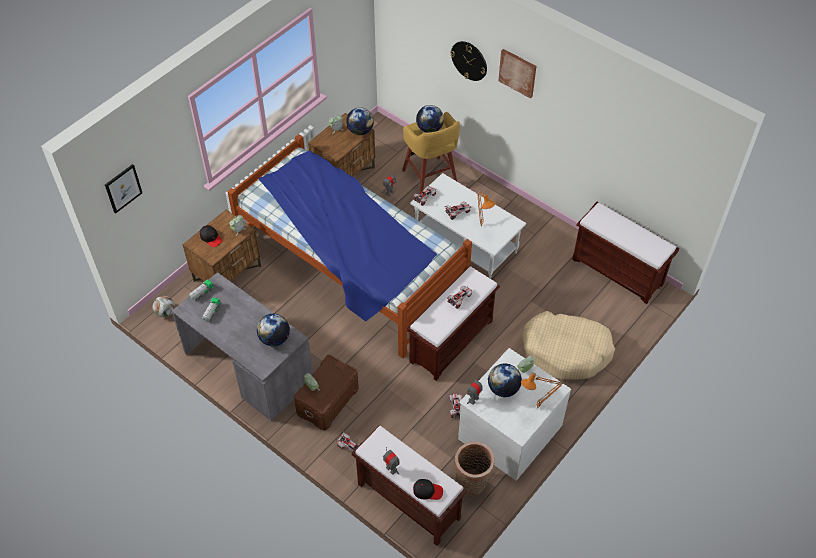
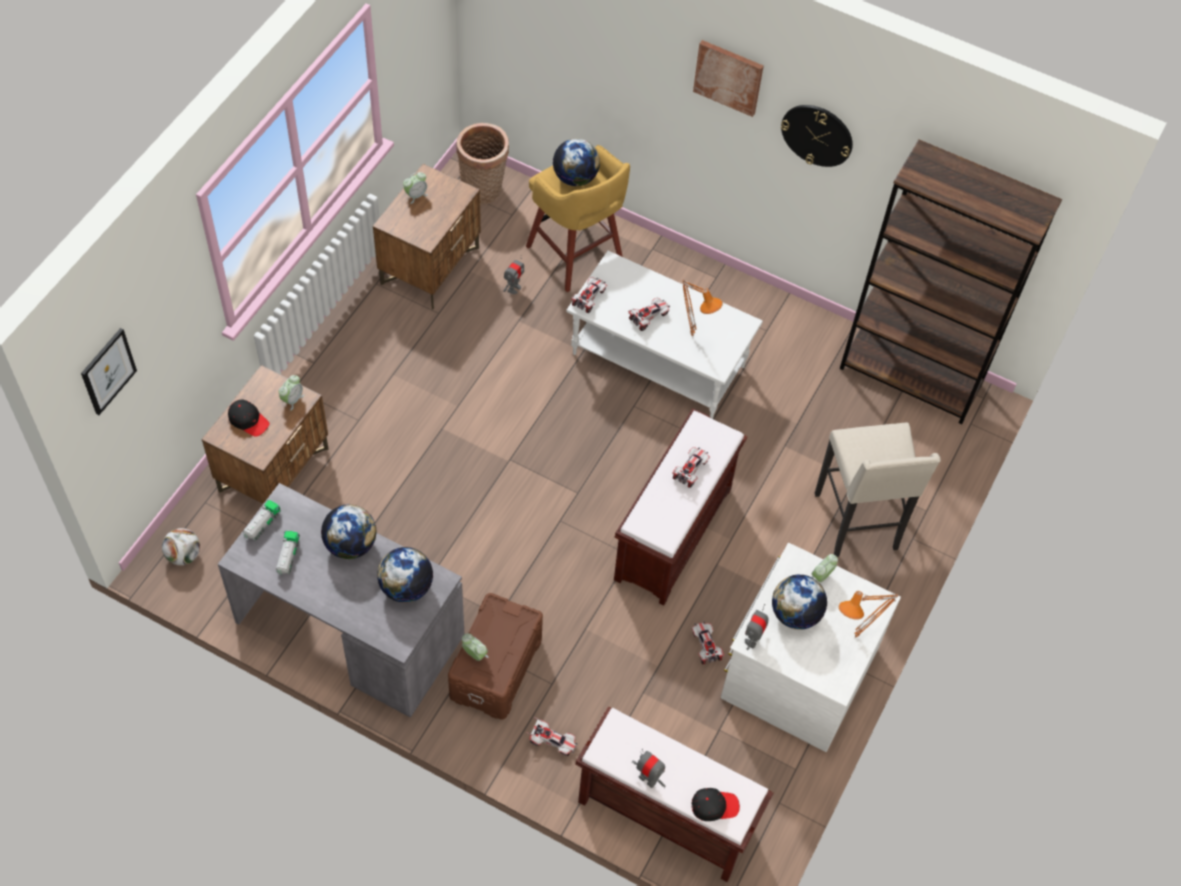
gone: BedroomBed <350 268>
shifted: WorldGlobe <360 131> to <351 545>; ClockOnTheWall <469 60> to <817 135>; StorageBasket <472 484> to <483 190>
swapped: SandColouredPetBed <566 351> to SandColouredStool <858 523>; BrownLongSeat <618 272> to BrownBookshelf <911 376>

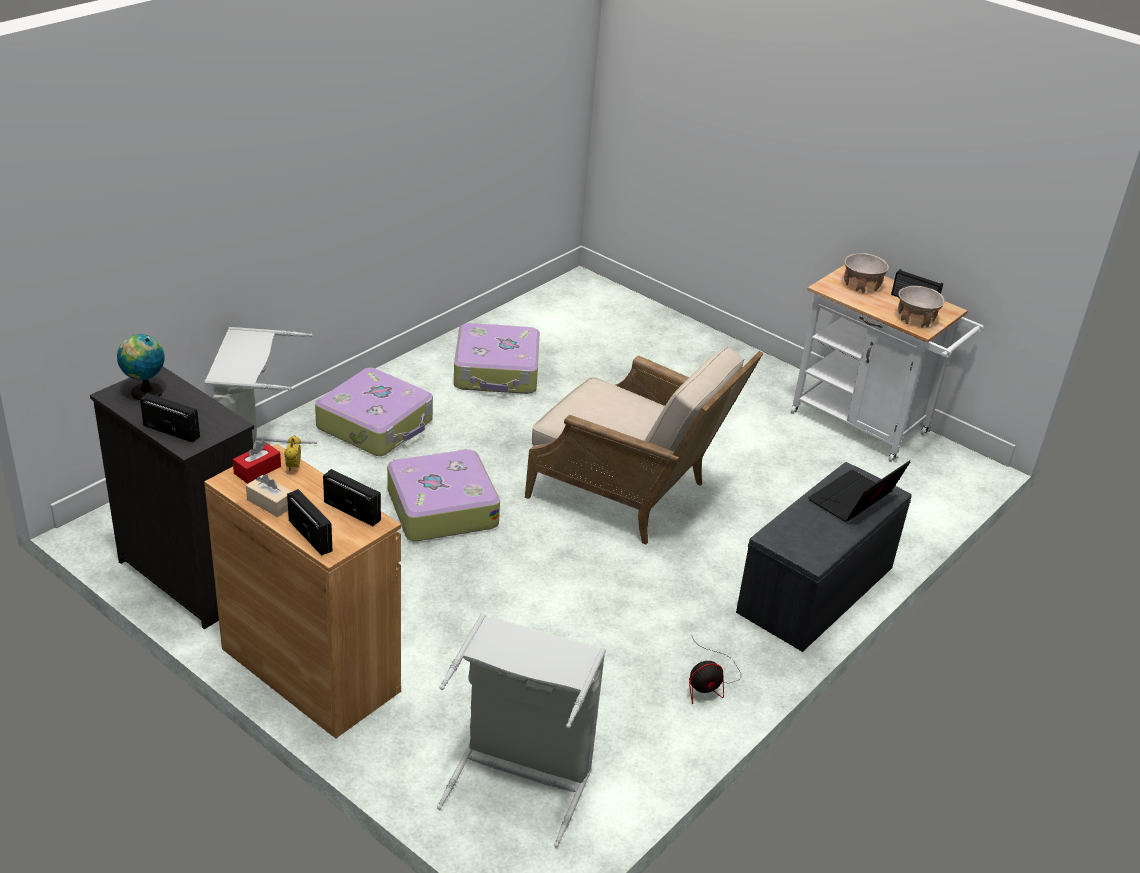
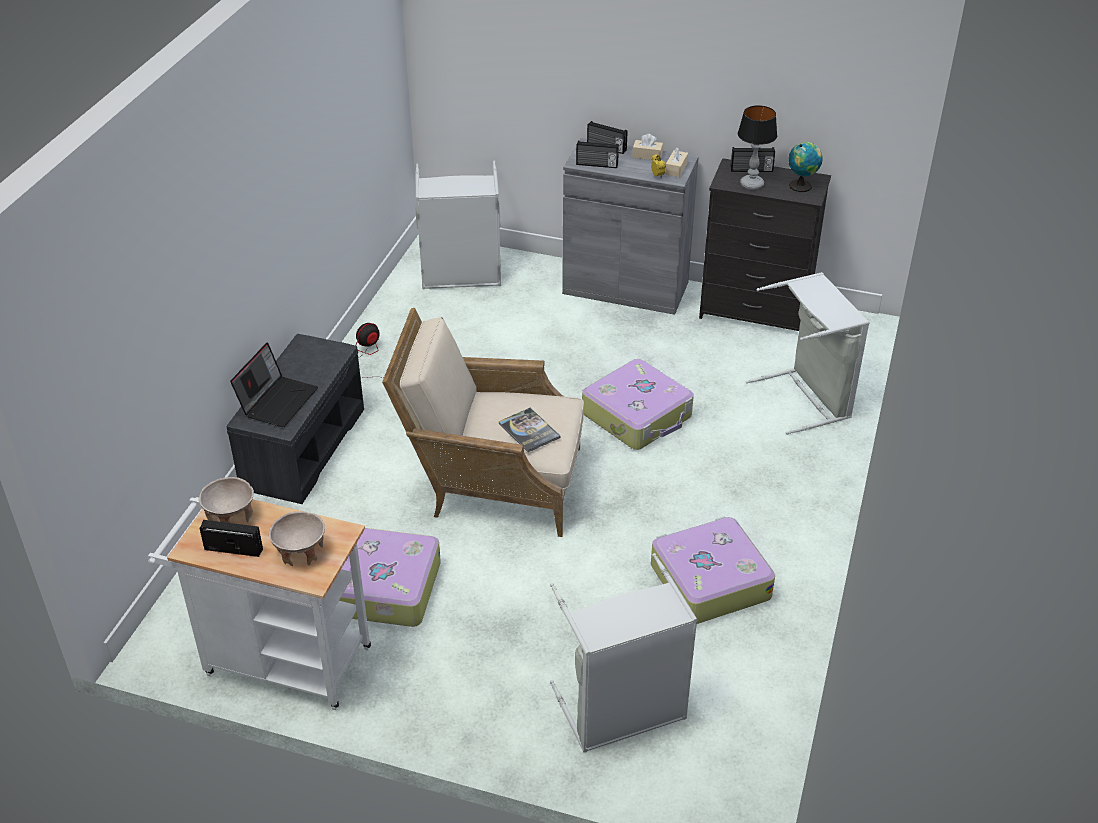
new: Book <529 430>; GrayWashingBasket <623 712>; TabletopLamp <752 185>
shifted: TravelCase <376 425> to <384 588>
repainted: BrownStorageCabinet <310 670> to GrayStorageCabinet <625 288>; RedTissueBox <257 470> to SandColouredTissueBox <676 169>

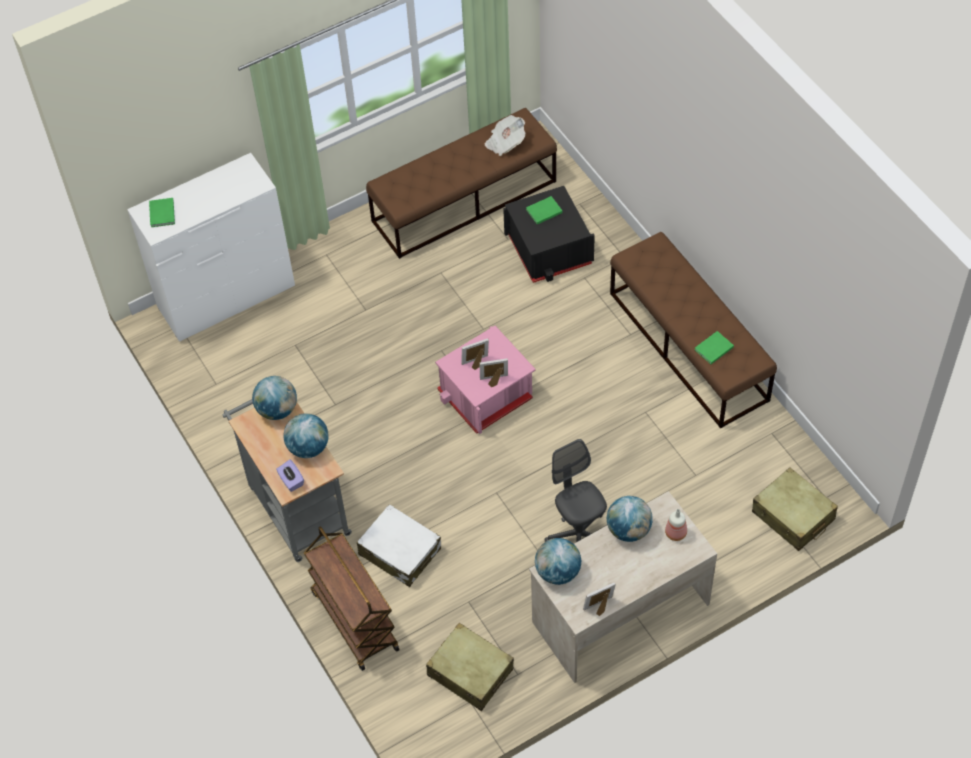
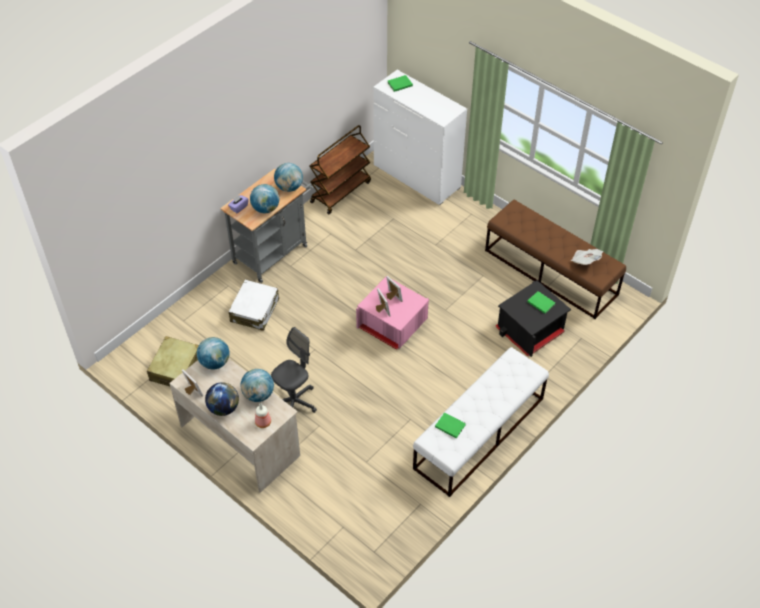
gone: SandColouredTravelCase <793 516>
new: WorldGlobe <223 408>
shifted: BrownCart <354 620> to <340 191>
repainted: BrownLongSeat <688 346> to WhitishLongSeat <479 433>

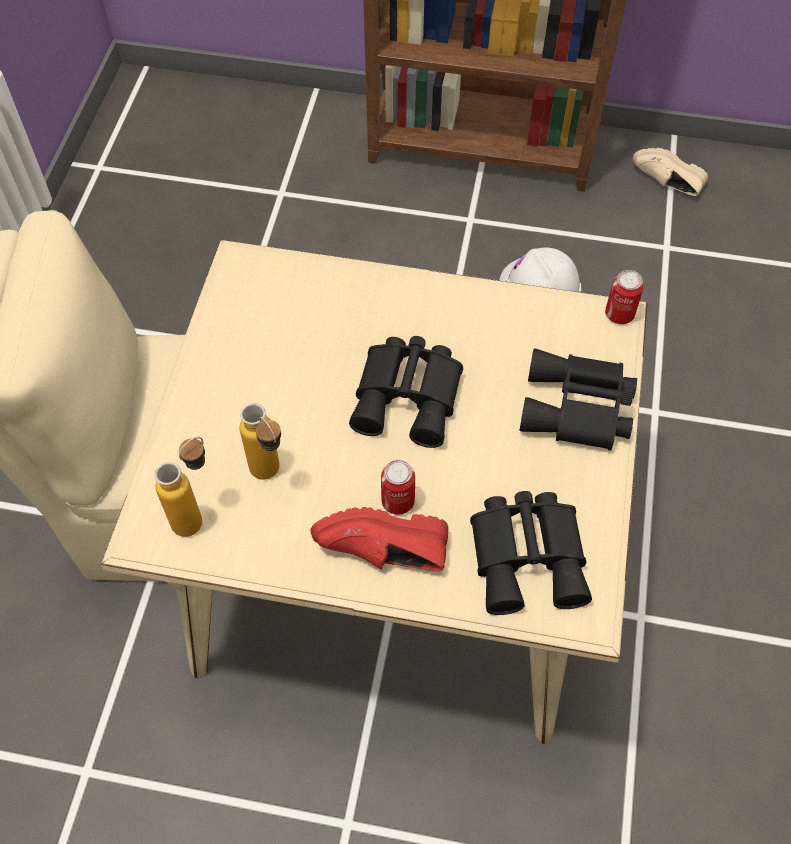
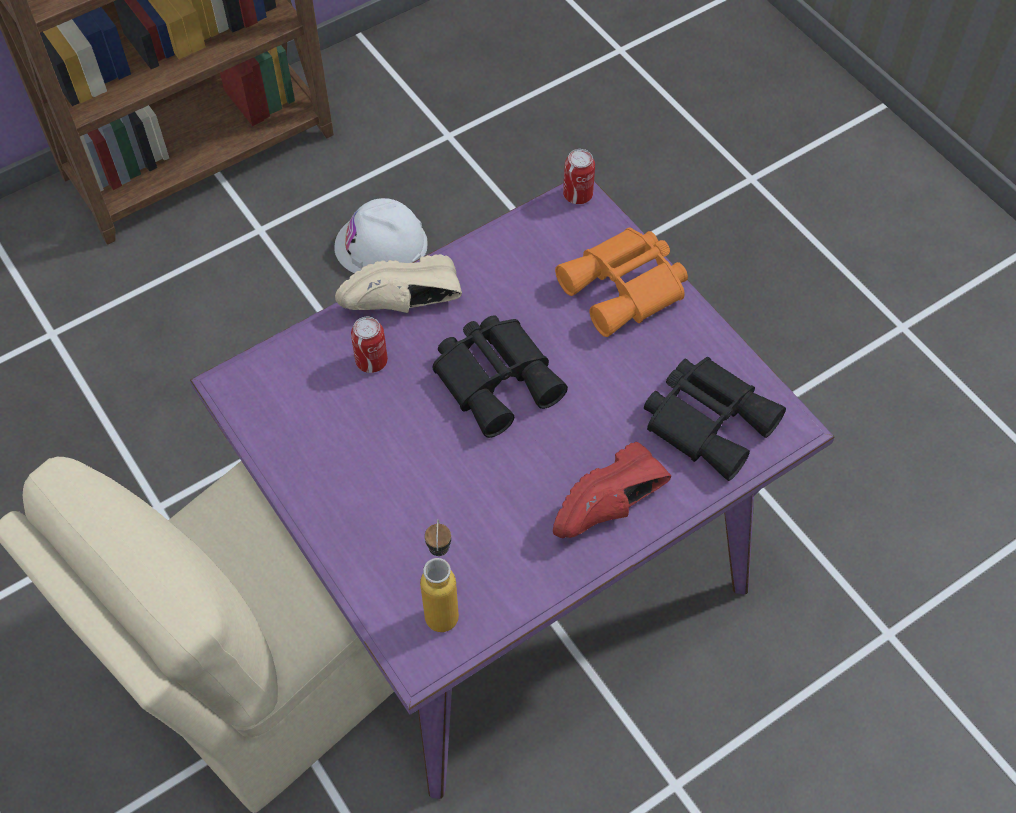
gone: Bottle <271 477>
shifted: SealedCan <398 501> to <371 361>; SandColouredLowShoe <666 184> to <404 305>
repainted: SandColouredDiningTable <397 570> to PurplishDiningTable <509 566>; BlackPairOfBinoculars <578 409> to OrangePairOfBinoculars <626 289>

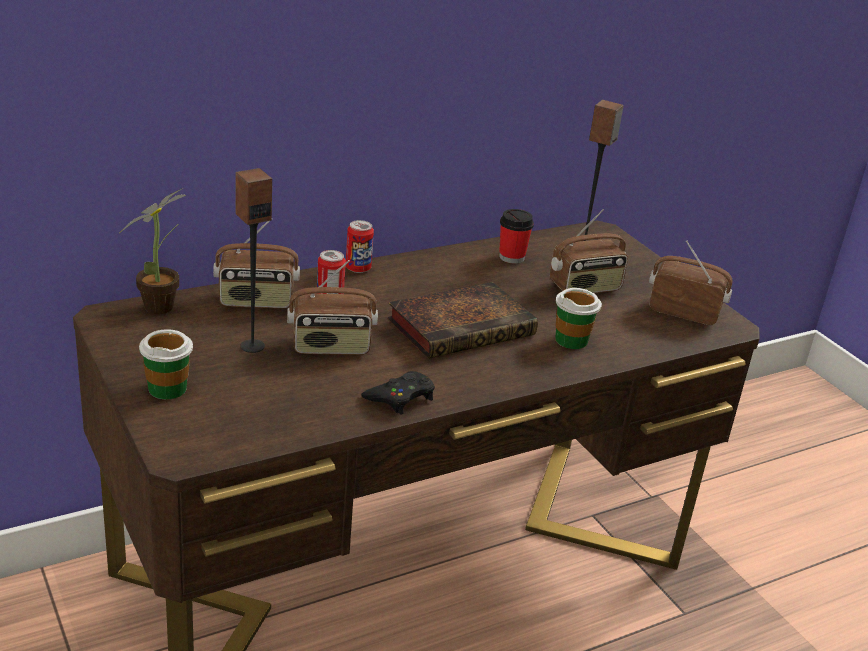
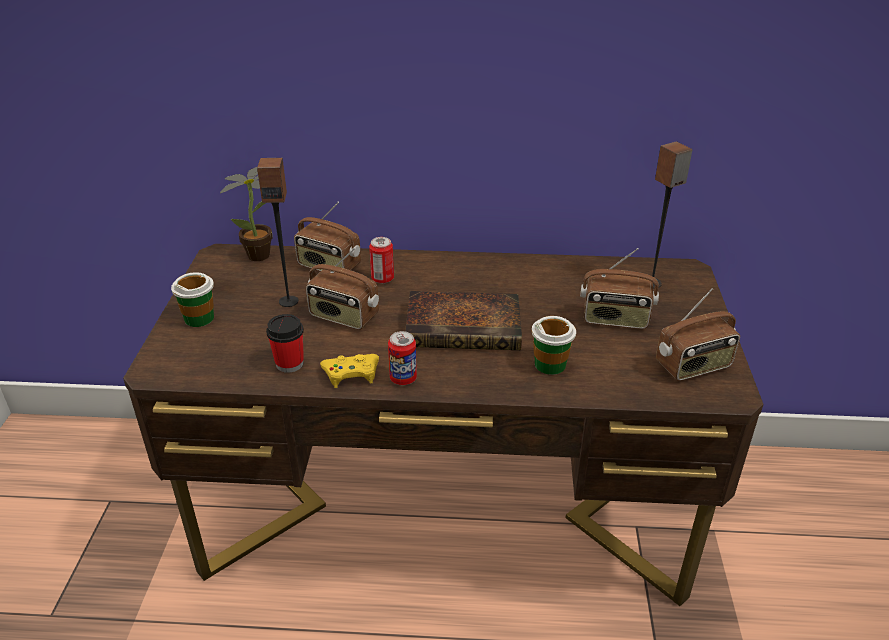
shifted: SealedCan <358 268> to <403 379>; DrinkingCup <511 257> to <289 363>
repainted: BlackGamepad <400 397> to YellowGamepad <351 373>
rotated: Radio <684 312> = <693 367> 105 degrees clockwise

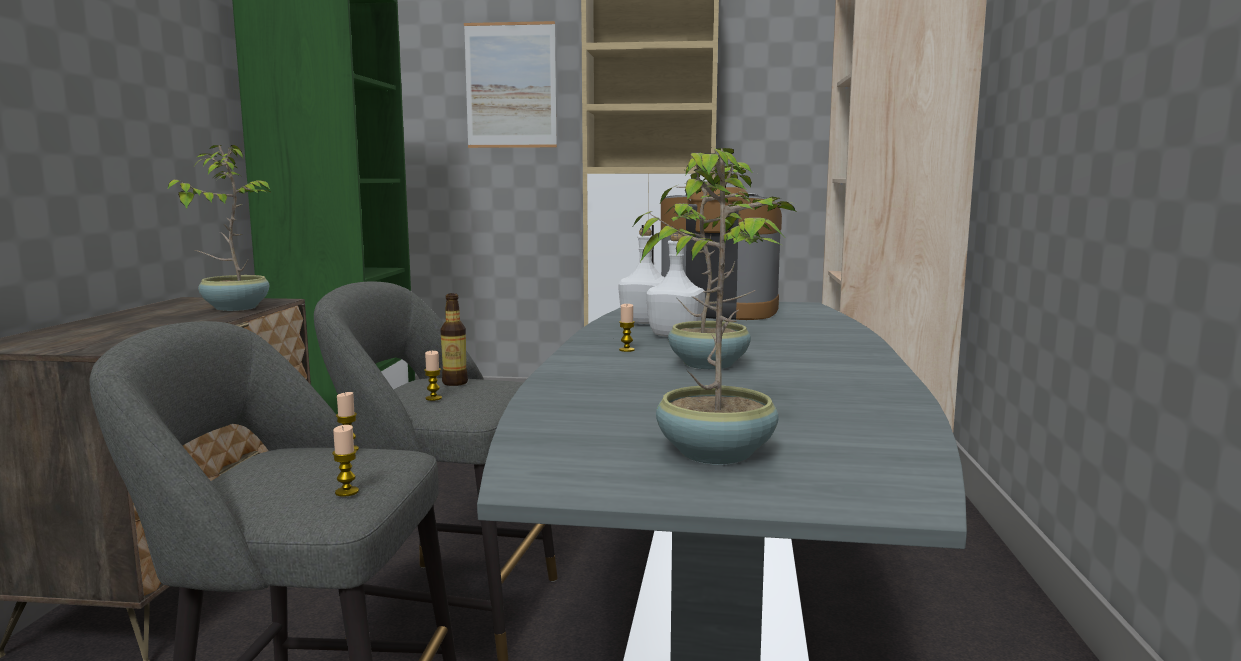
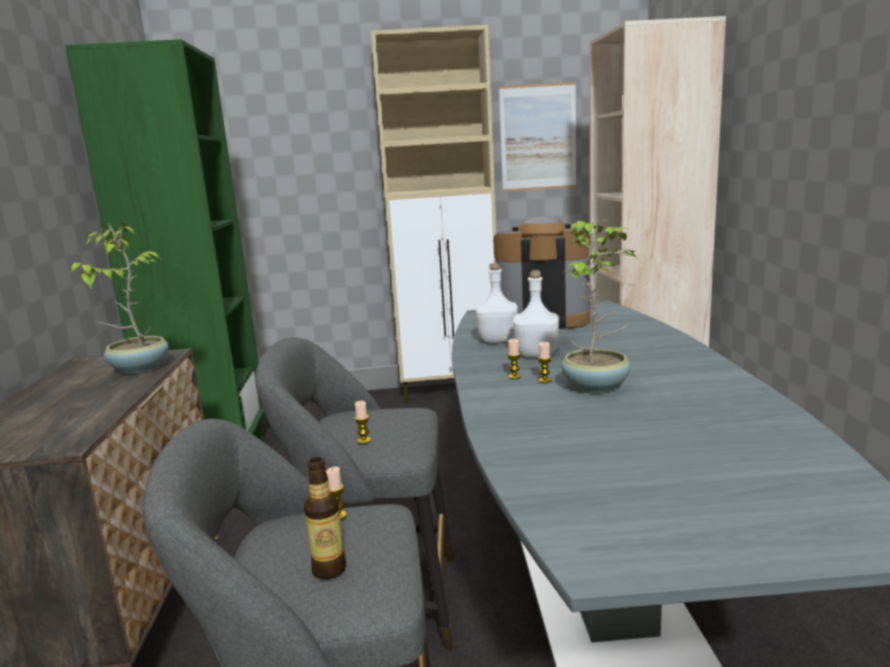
gone: PlantInAPot <716 452>
shifted: Candle <347 492> to <544 380>; Bottle <455 383> to <329 570>; WallPicture <511 85> to <538 137>

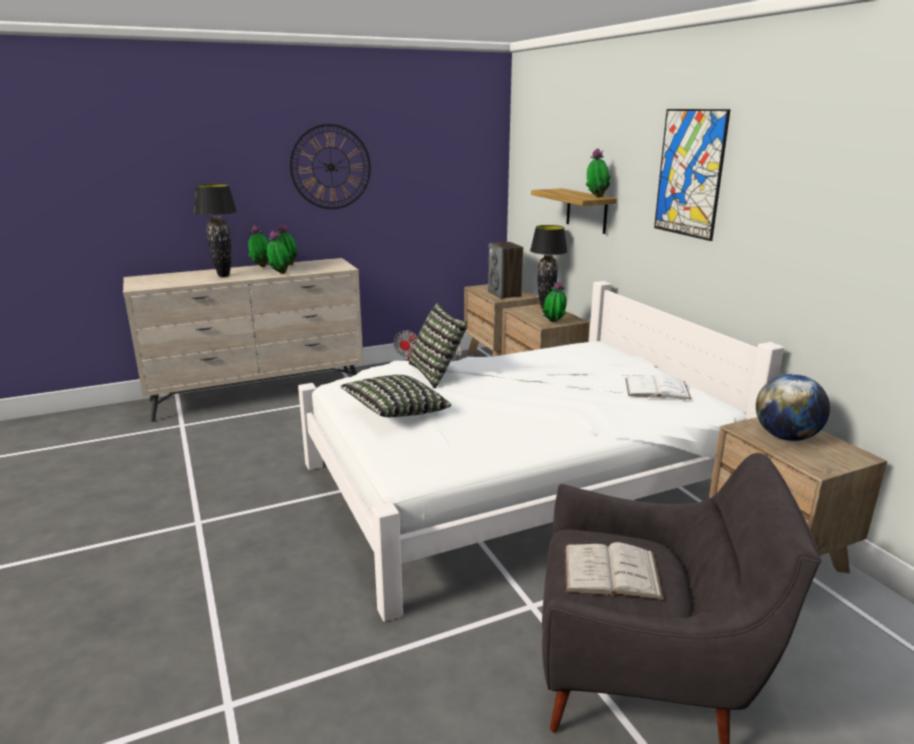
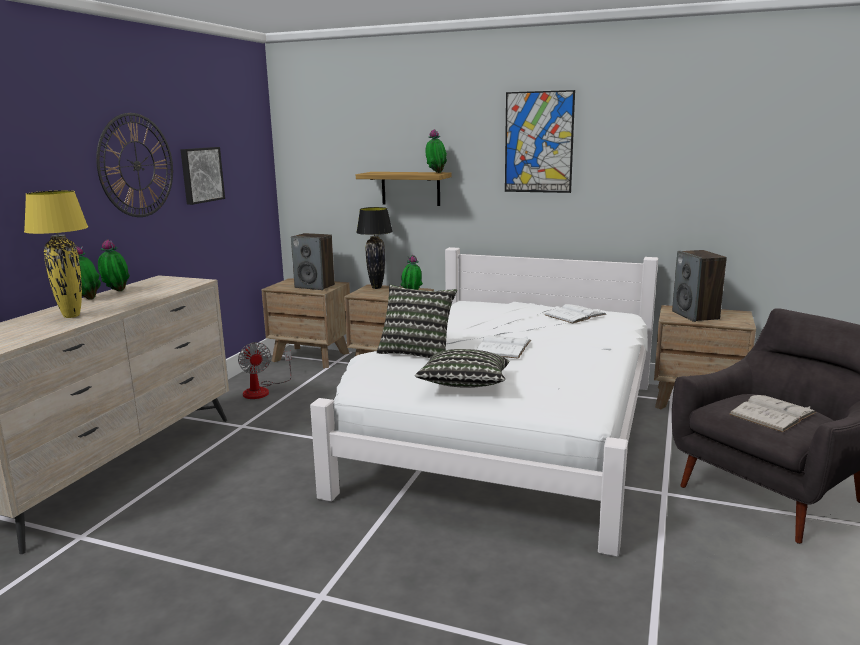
gone: PlantInAPot <279 273>
new: WallPicture <201 175>; WhitishBook <503 347>
swapped: WorldGlobe <786 437> to Loudspeaker <696 315>
repainted: BlackTabletopLamp <223 276> to YellowTabletopLamp <71 316>

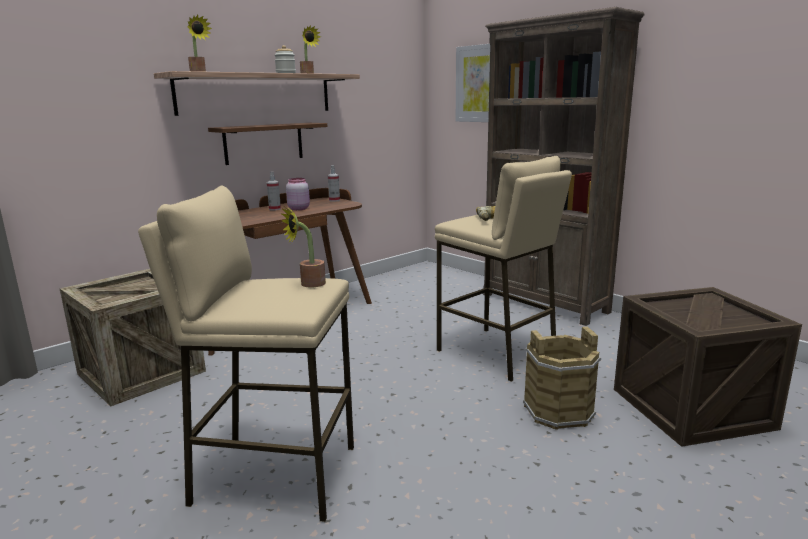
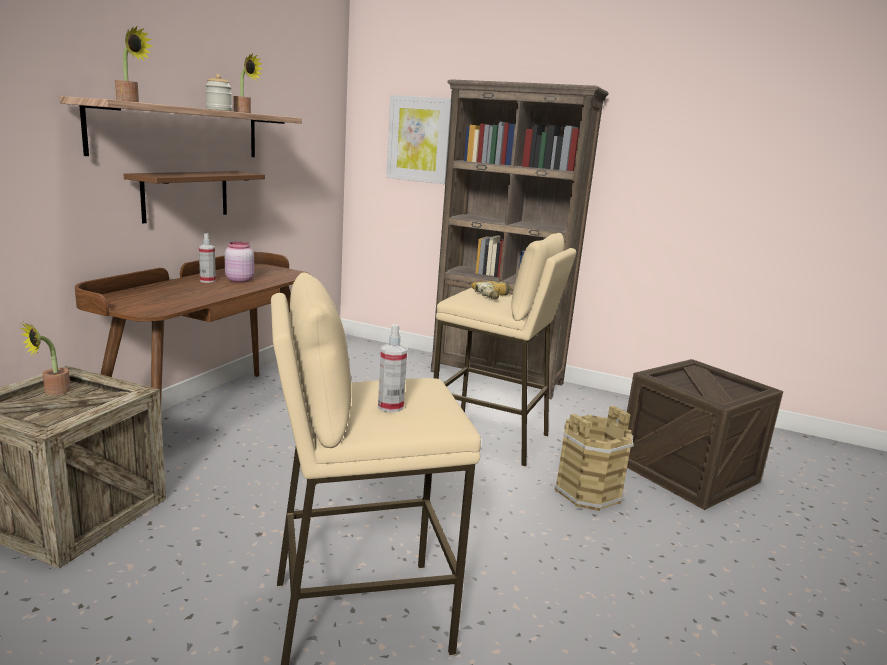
shifted: PlantInAPot <308 284> to <52 392>; SprayBottle <334 200> to <390 406>

